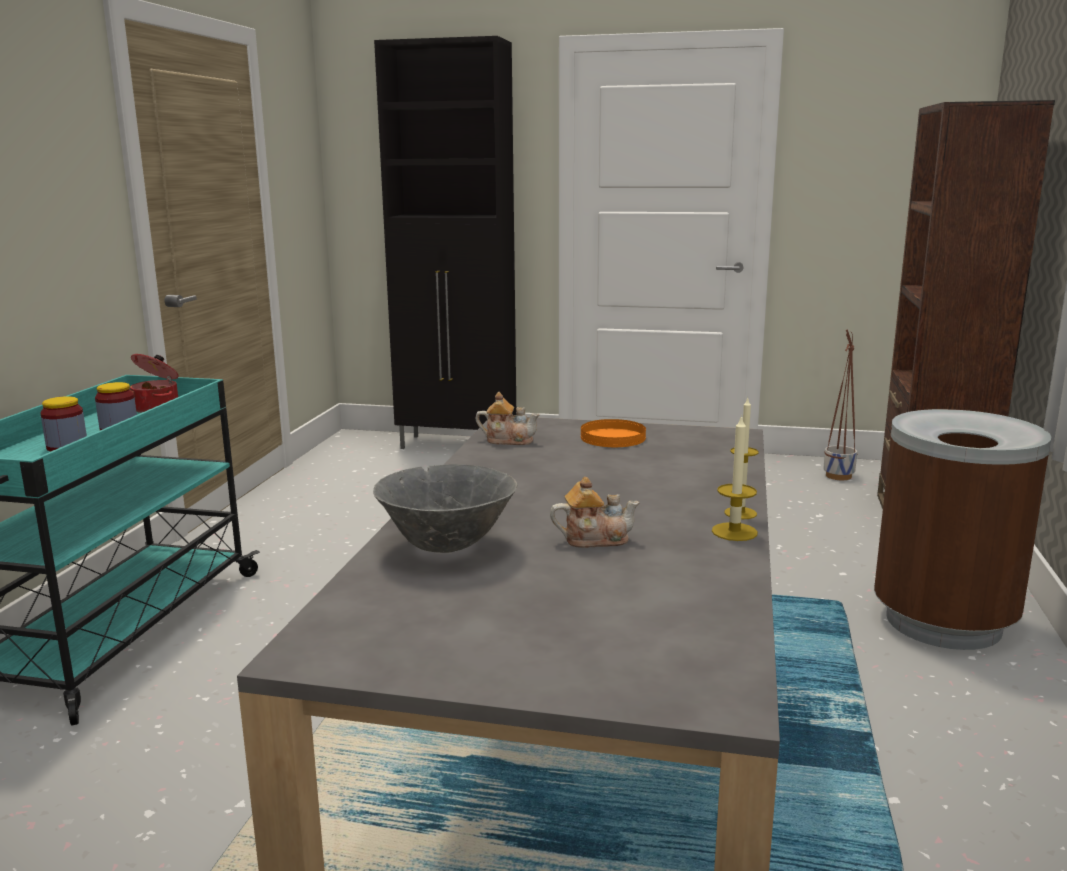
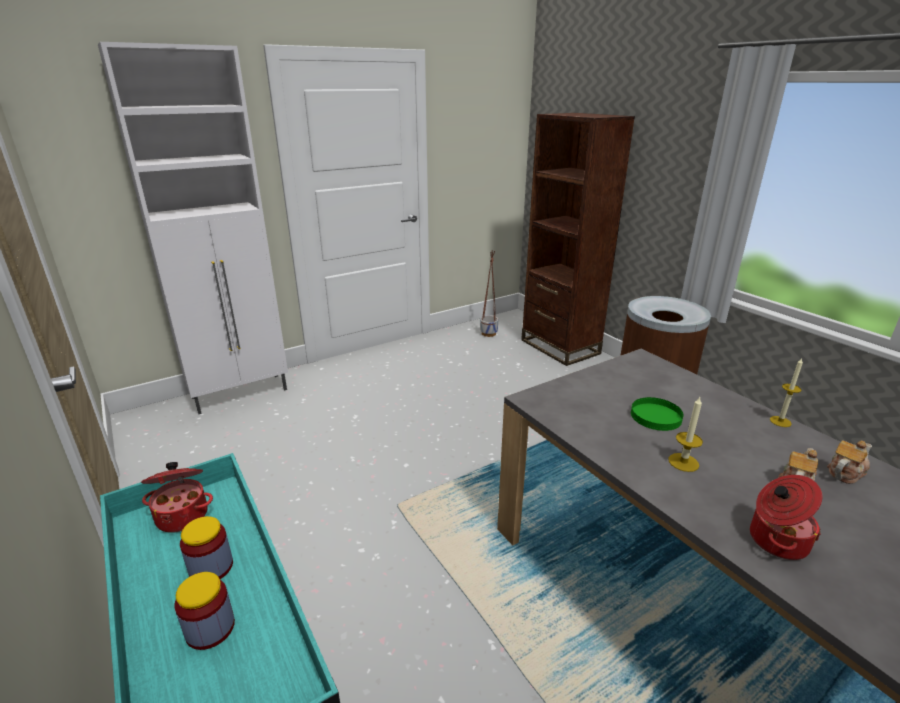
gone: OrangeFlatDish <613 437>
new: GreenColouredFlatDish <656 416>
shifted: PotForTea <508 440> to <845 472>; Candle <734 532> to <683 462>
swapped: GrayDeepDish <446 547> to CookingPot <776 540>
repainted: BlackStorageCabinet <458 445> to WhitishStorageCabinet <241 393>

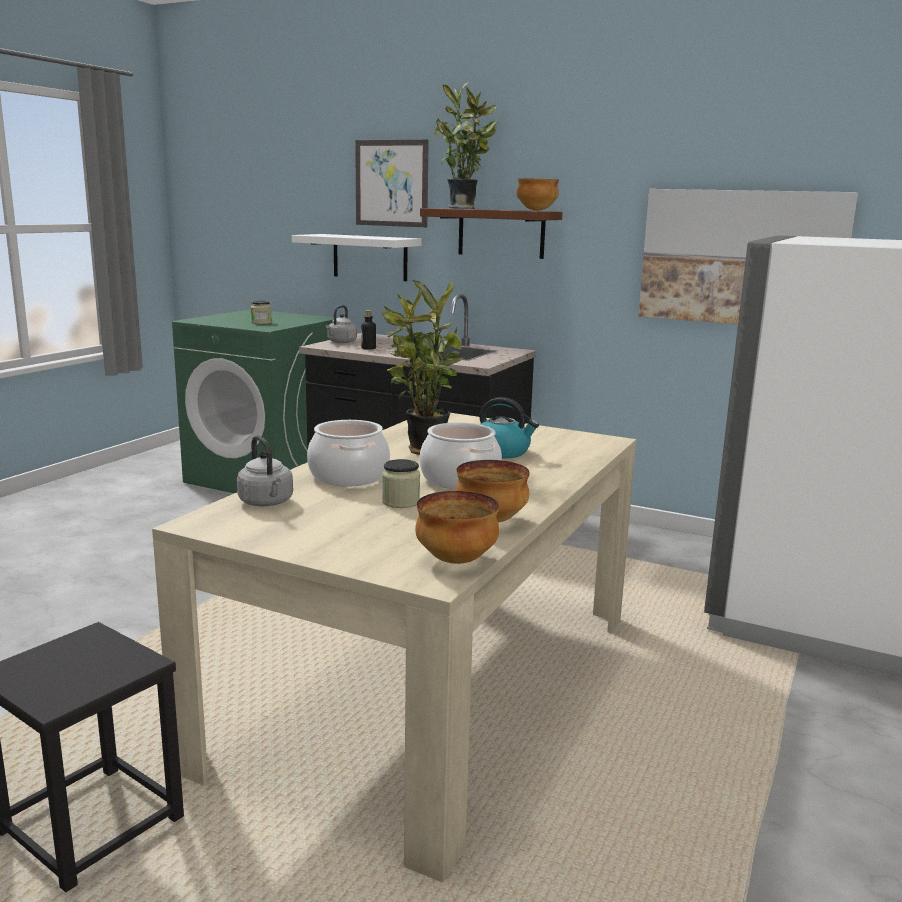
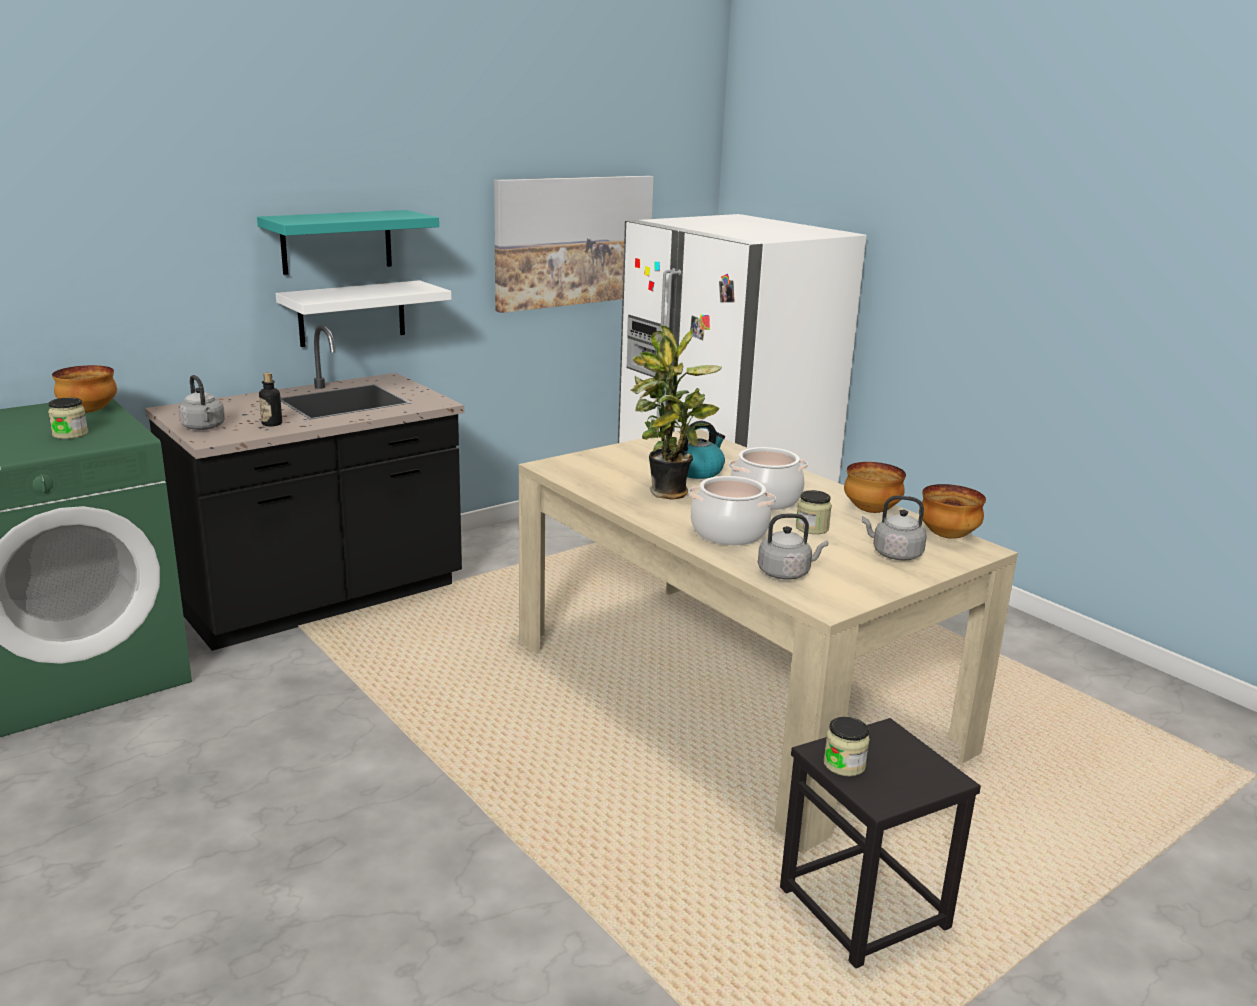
gone: WallPicture <391 183>; PlantInAPot <465 208>
new: PreserveJar <844 764>; GrayKettle <894 554>
shifted: WhitishWallShelf <370 257> to <352 313>; DeepDish <536 210> to <88 411>
repainted: BrownWallShelf <501 233> to BlueGreenWallShelf <336 241>

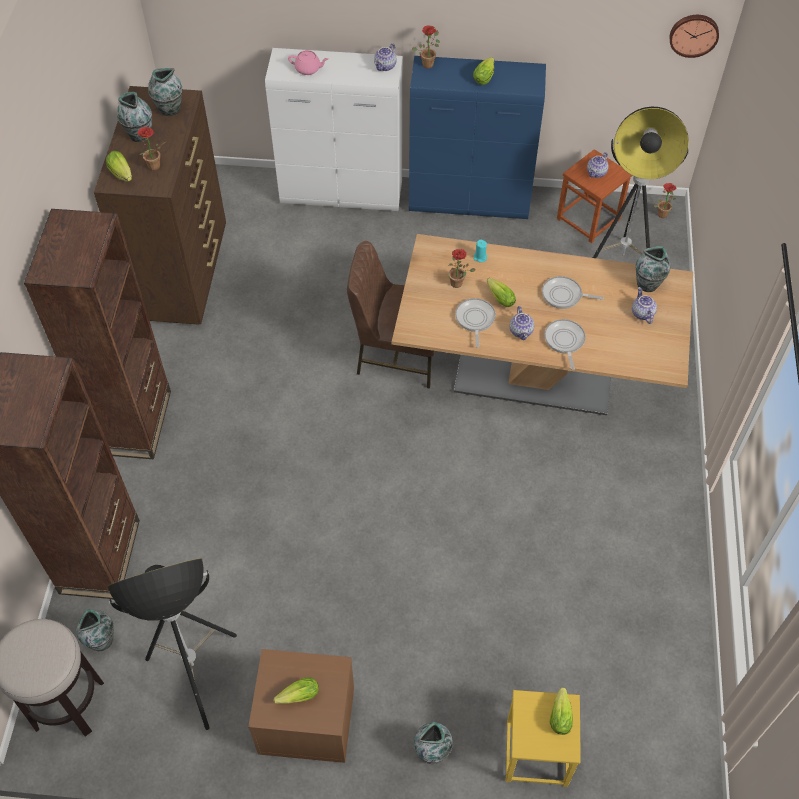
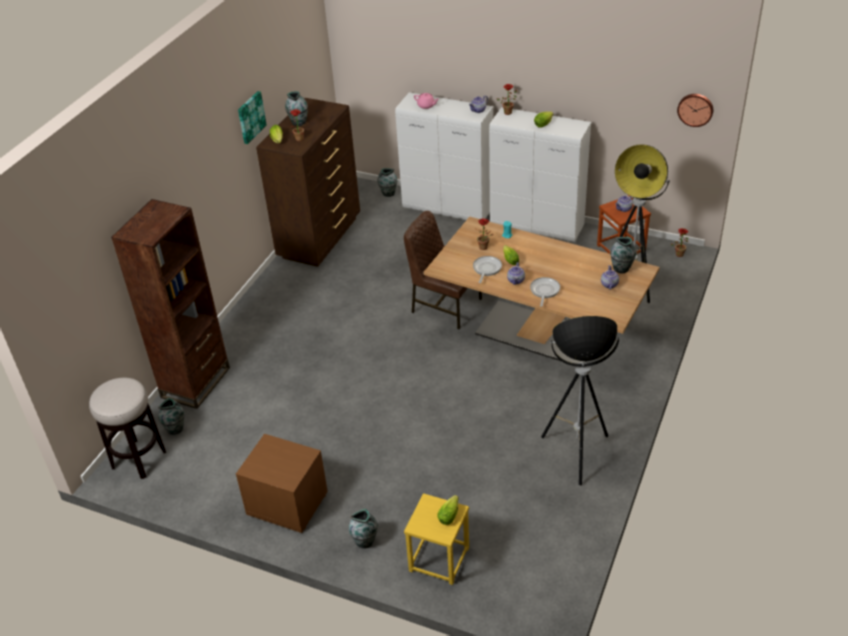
gone: BrownBookshelf <135 422>; HeadOfLettuce <296 696>; Pan <564 295>
new: WallPicture <250 117>
shifted: StandardLamp <197 677> to <576 454>; Vase <169 109> to <388 193>
repainted: BluishStorageCabinet <470 201> to WhitishStorageCabinet <537 226>

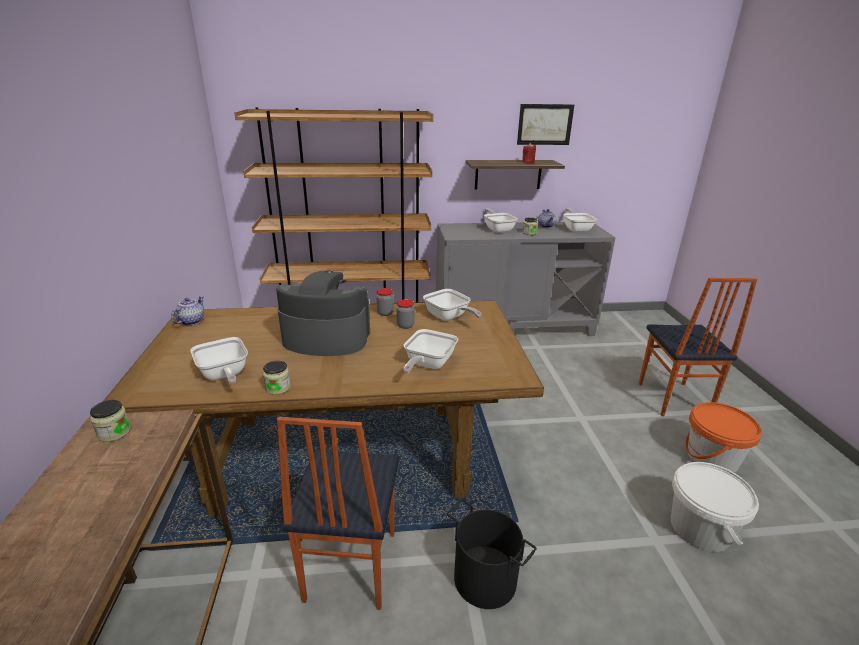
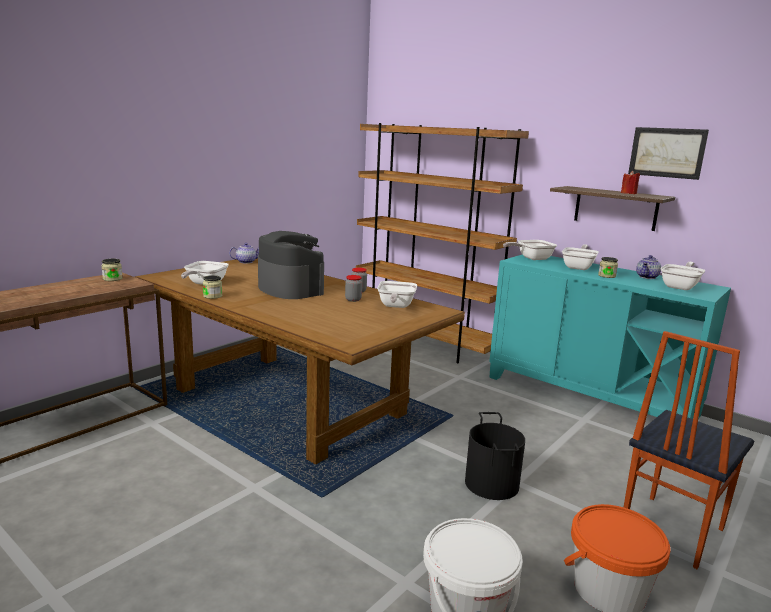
gone: UprightChair <349 566>
shifted: Pan <427 365> to <531 258>; BlackBucket <485 578> to <492 483>
repainted: GrayStorageCabinet <513 326> to BlueGreenStorageCabinet <589 395>

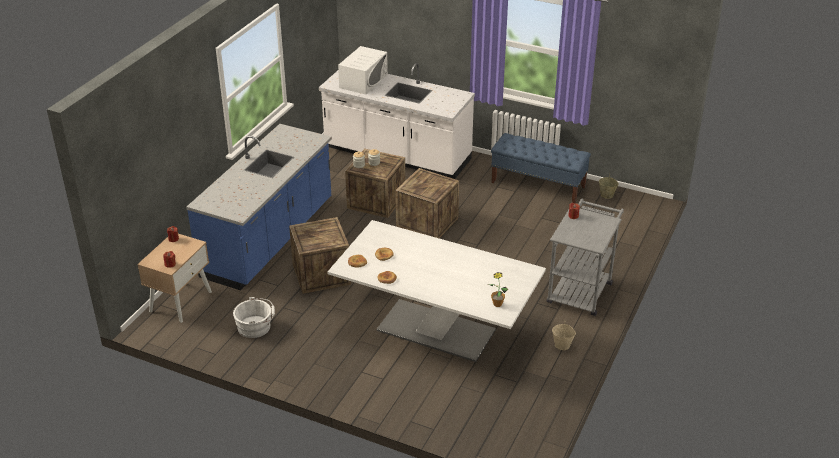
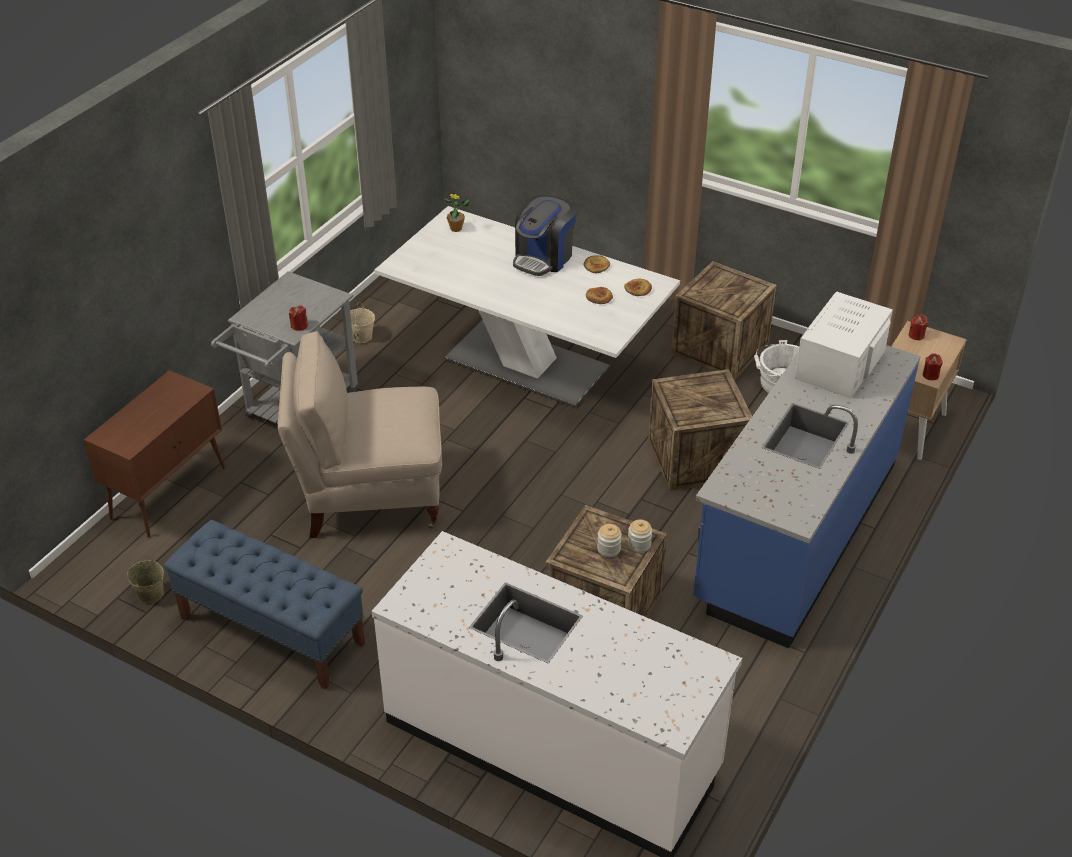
new: BrownStorageCabinet <169 492>; SandColouredUprightChair <370 496>; CoffeeMaker <543 258>
shifted: WhitishMicrowaveOven <363 81> to <839 364>; Crate <427 223> to <720 348>

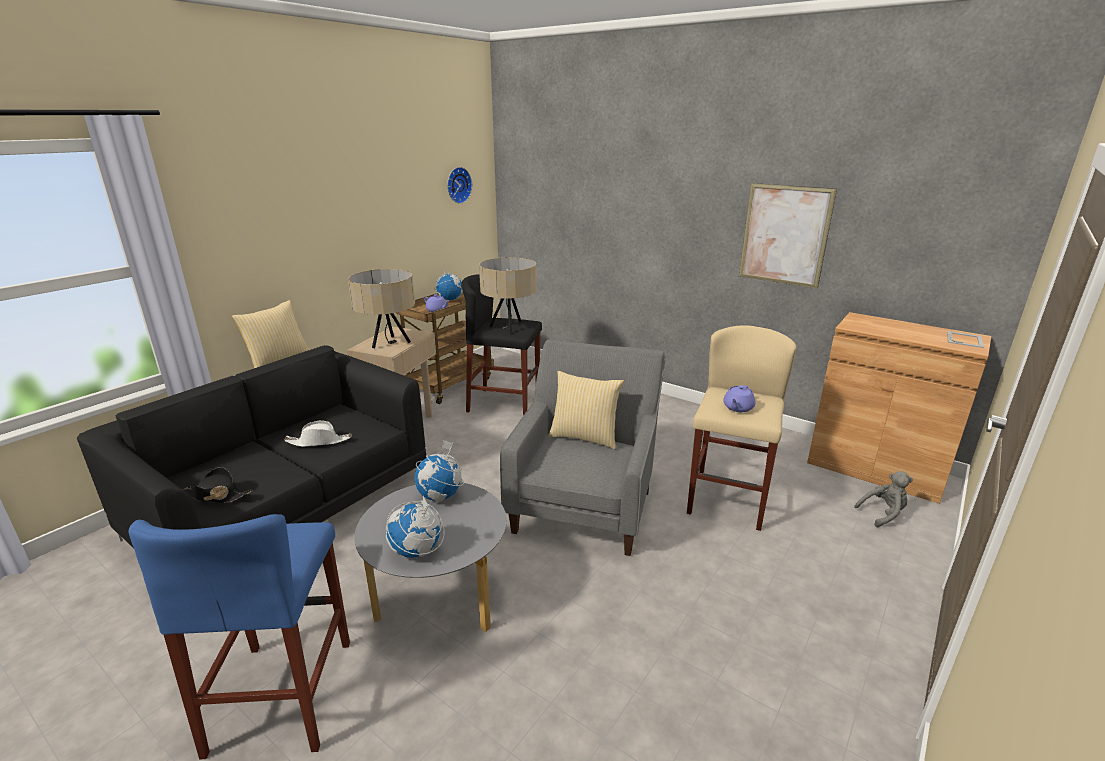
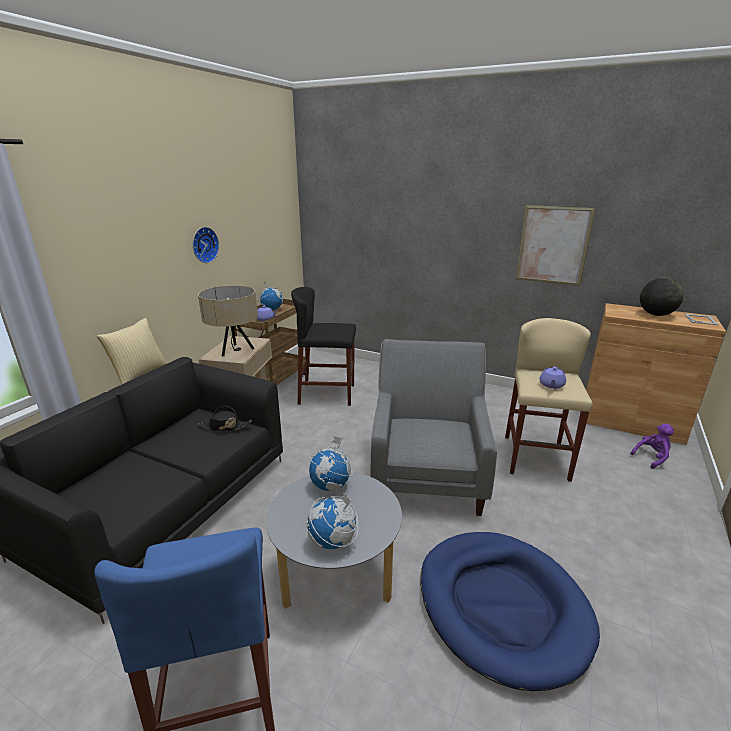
gone: WhitishWearableHat <319 441>; SandColouredTabletopLamp <509 326>; Pillow <585 437>
new: BluishPetBed <501 606>; WorldGlobe <656 315>
shifted: BlackWearableHat <217 495> to <224 426>; ClockOnTheWall <457 185> to <203 244>
repainted: GrayCuddlyToy <883 514> to PurplishCuddlyToy <652 457>

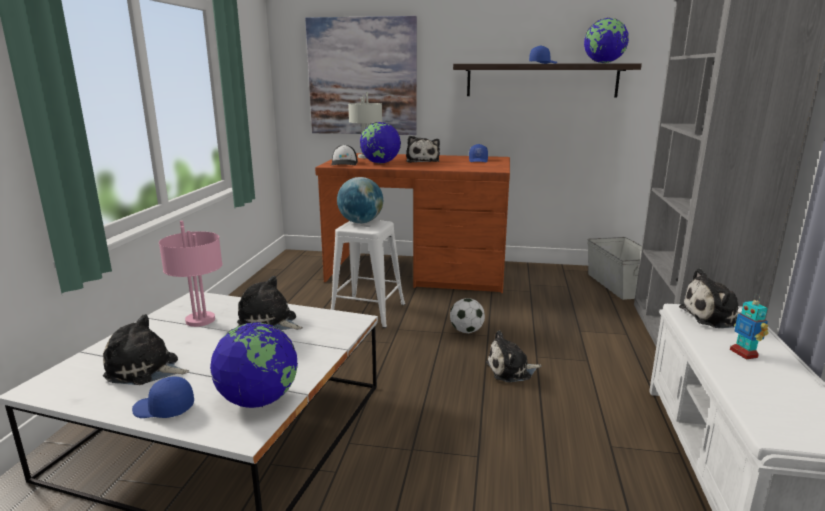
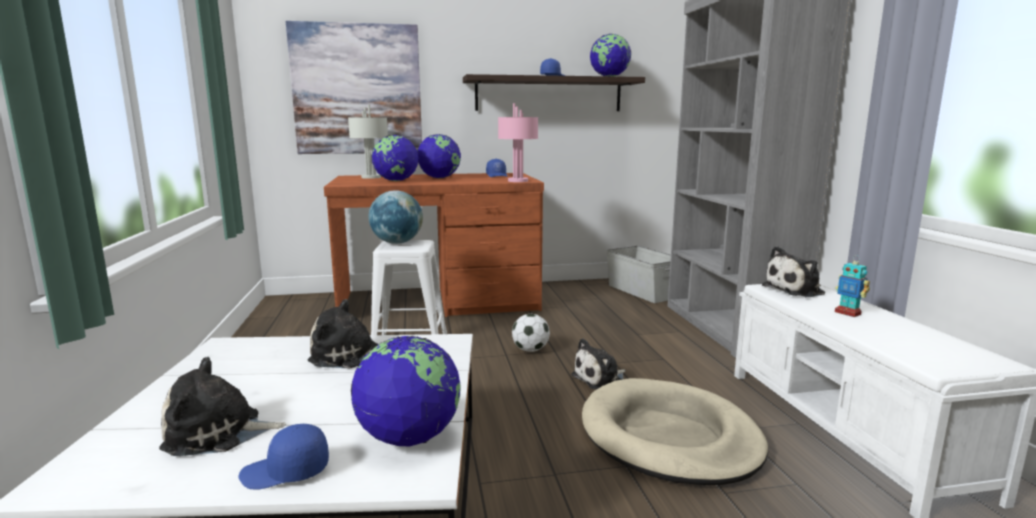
gone: BaseballCap <344 163>
new: SandColouredPetBed <669 437>
shifted: PinkColouredTabletopLamp <201 320> to <518 181>
swapped: CuddlyToy <422 161> to WorldGlobe <439 178>

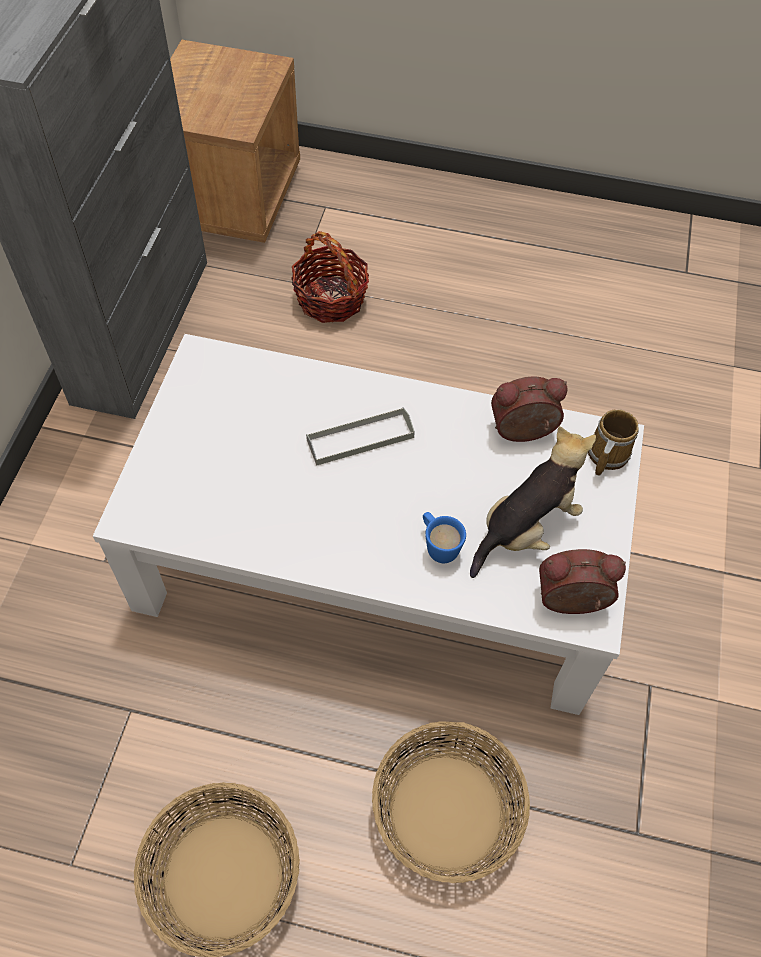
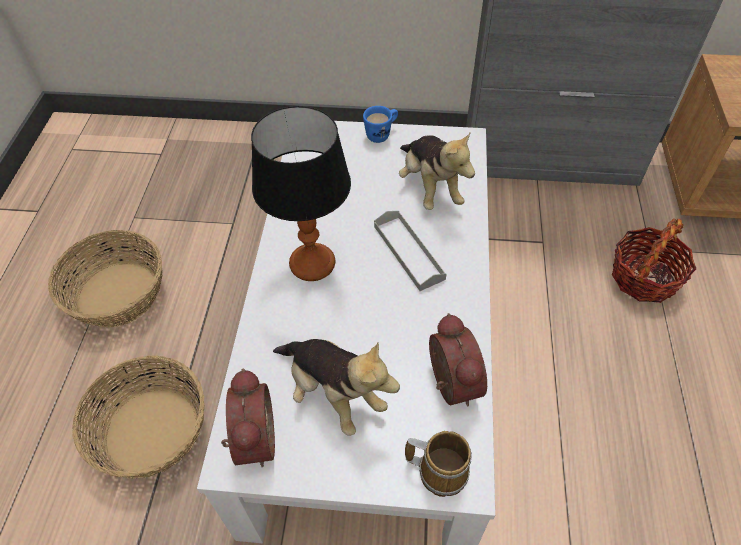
new: TabletopLamp <312 264>; CuddlyToy <429 187>
shifted: BluishMug <438 545> to <382 134>

